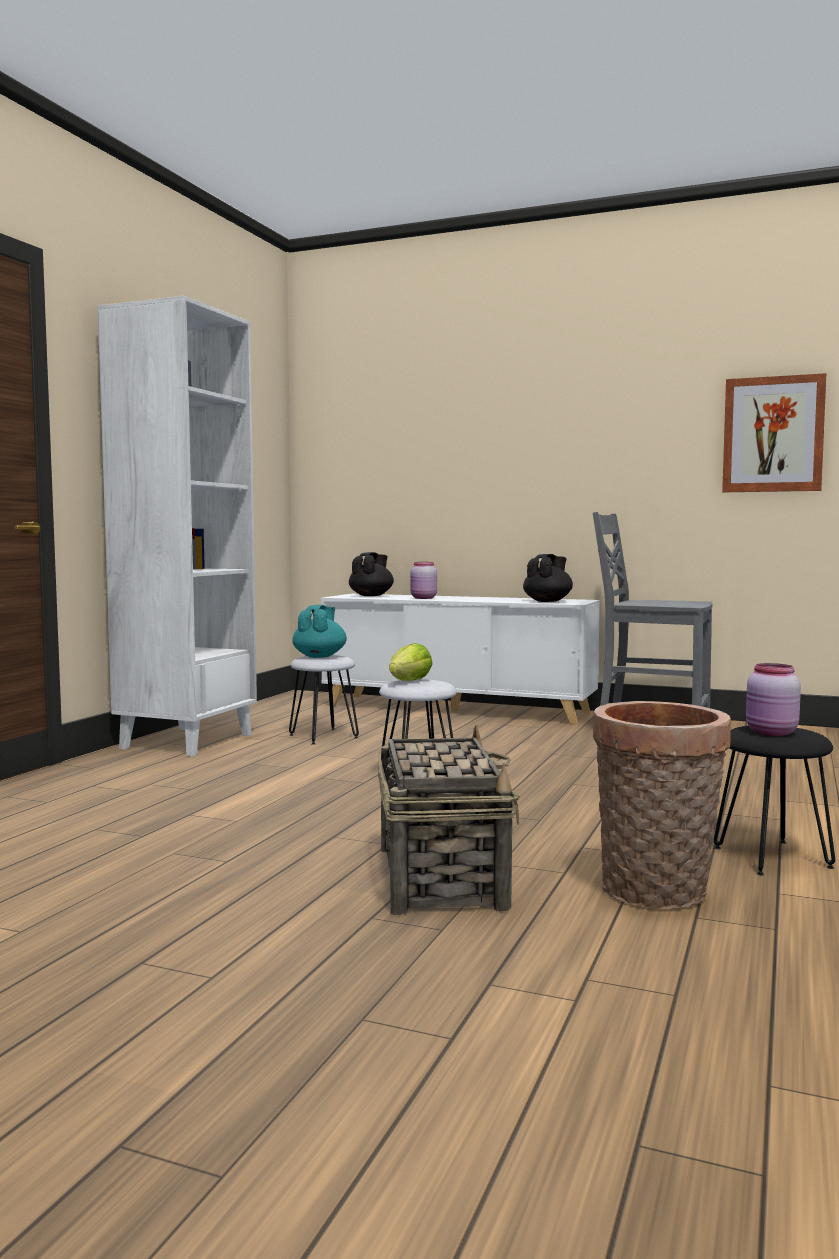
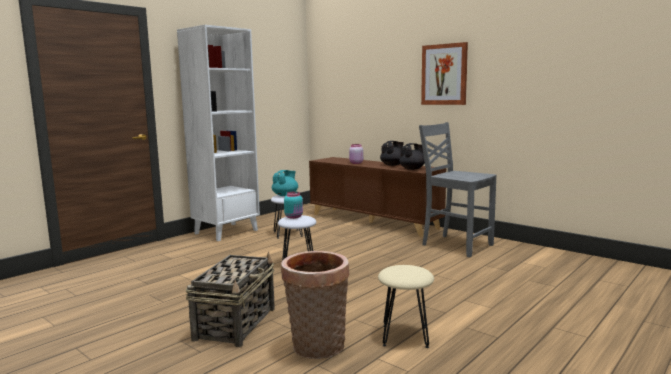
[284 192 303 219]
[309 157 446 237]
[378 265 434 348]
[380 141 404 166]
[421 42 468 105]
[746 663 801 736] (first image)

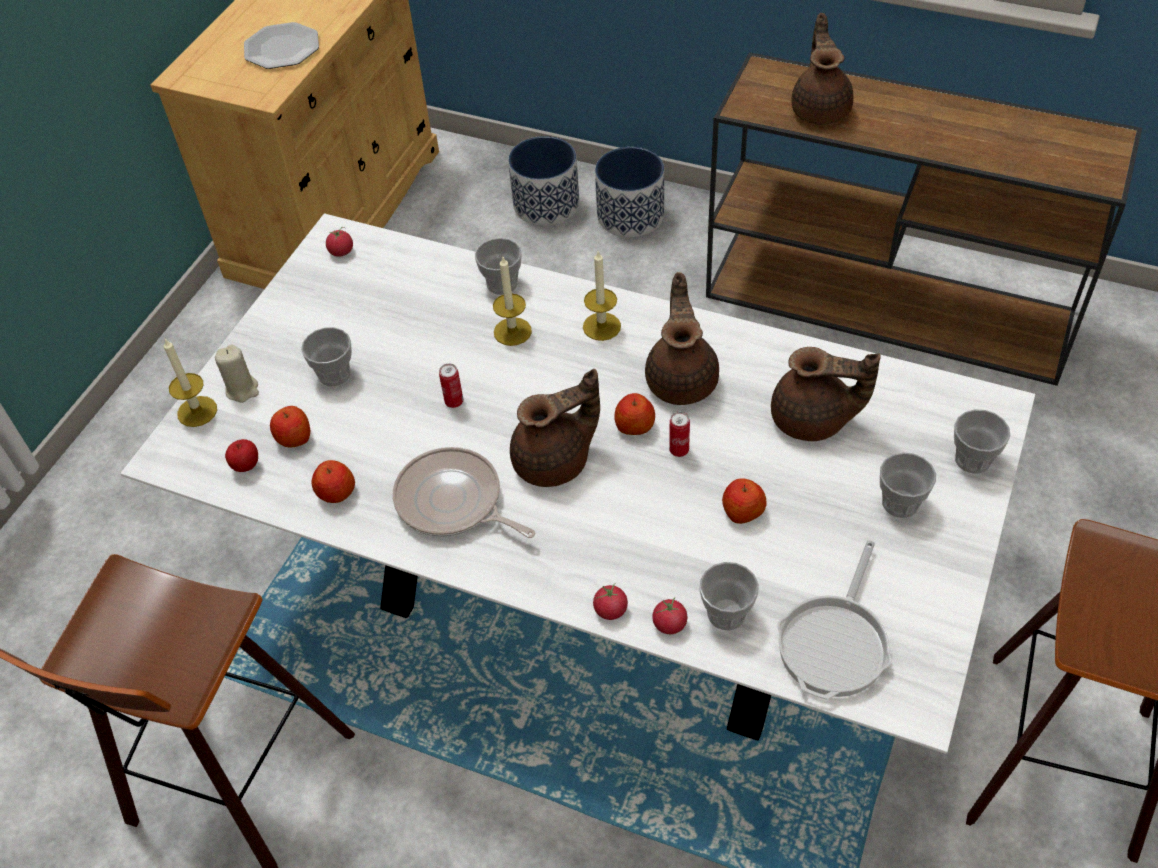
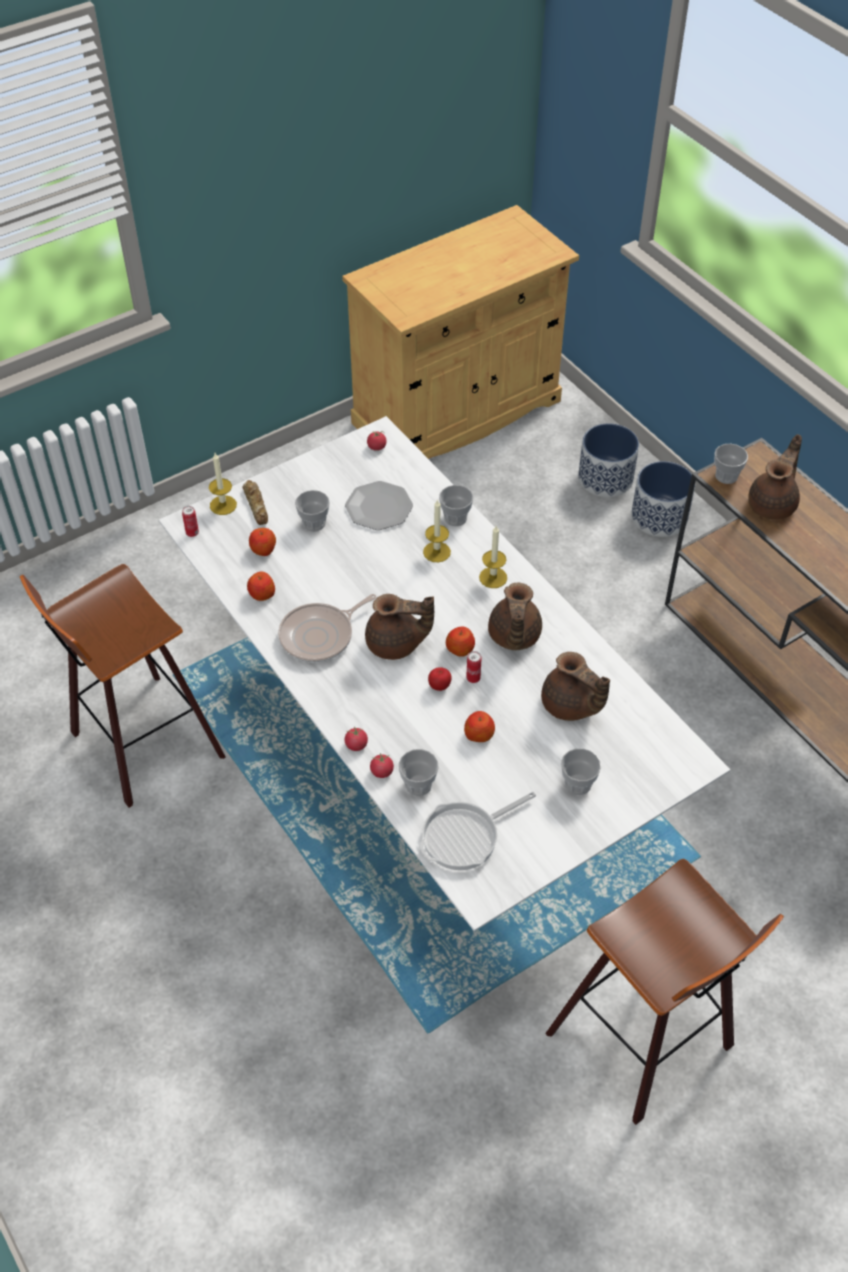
[182 506 199 537]
[243 480 268 525]
[278 594 376 662]
[345 481 413 530]
[428 667 451 691]
[488 583 542 650]
[714 444 748 484]

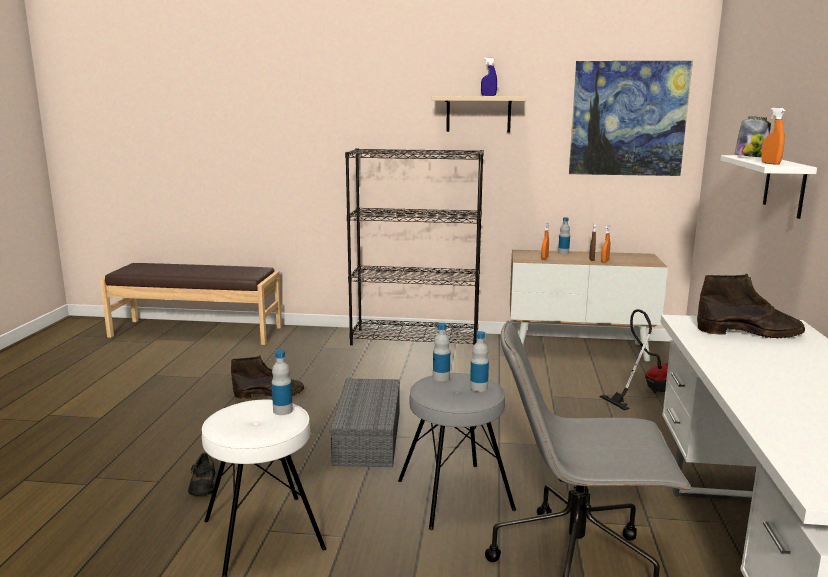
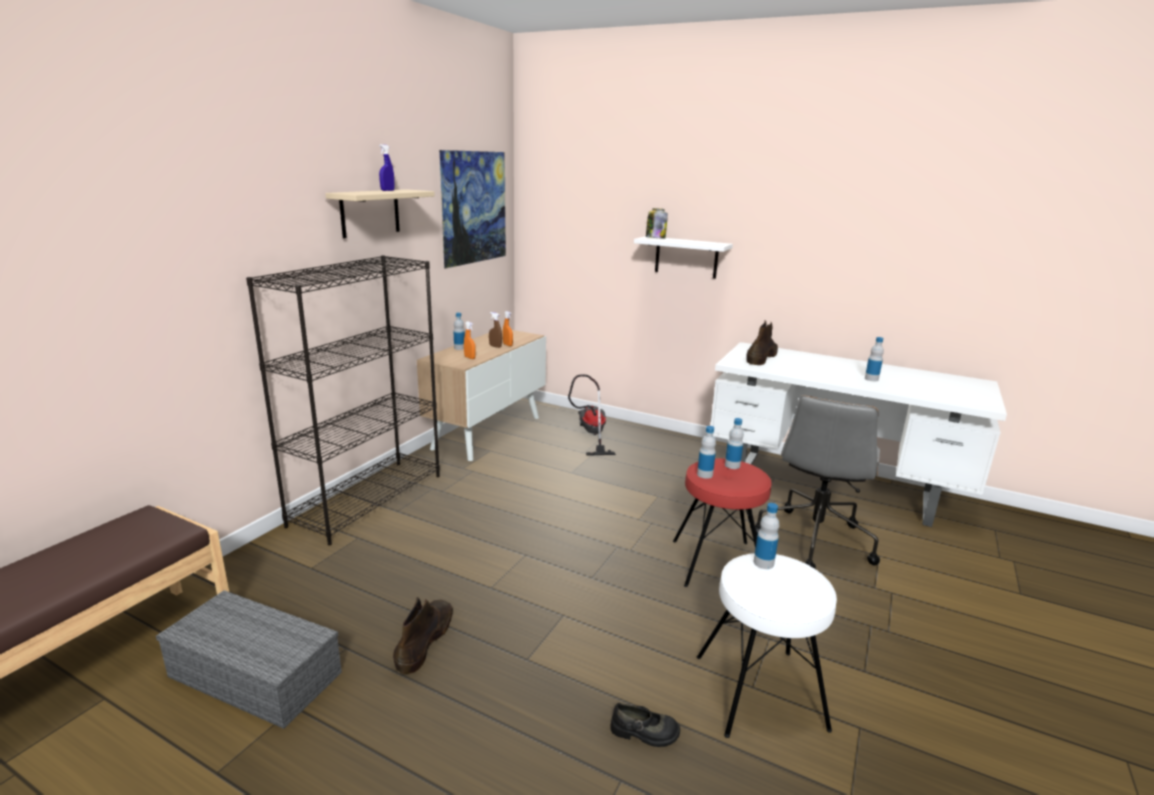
[156 590 342 729]
[673 458 772 587]
[865 337 884 381]
[762 108 785 165] (first image)

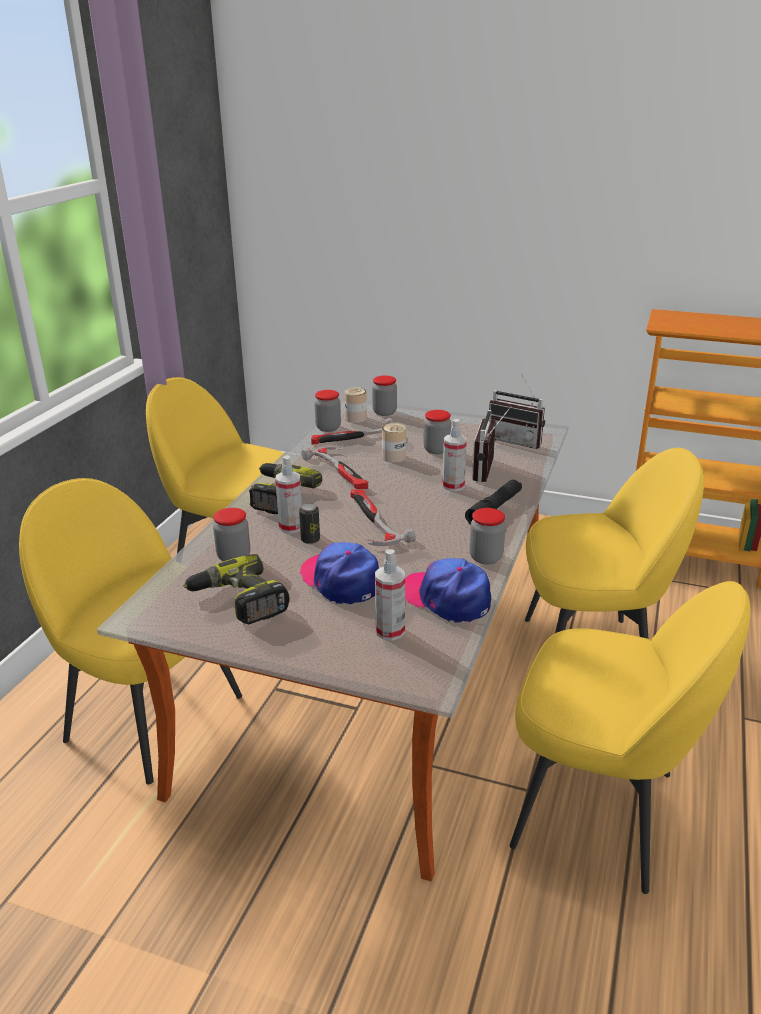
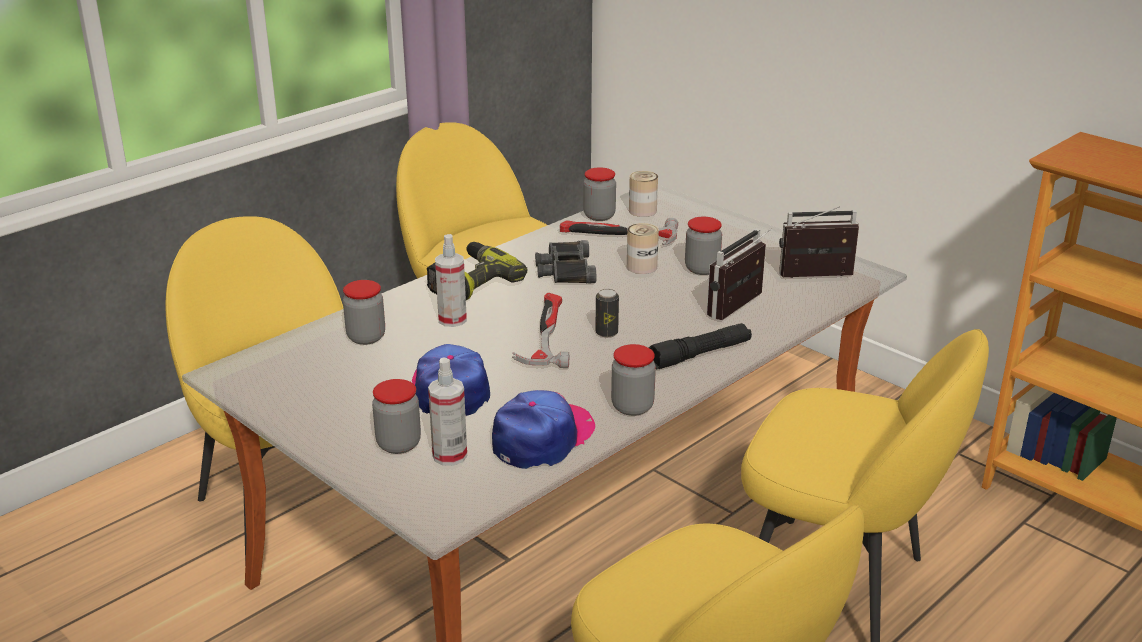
[372 379 421 454]
[492 390 595 469]
[535 240 596 283]
[595 289 619 337]
[779 206 859 278]
[183 554 290 624] (first image)
[442 419 467 491] (first image)

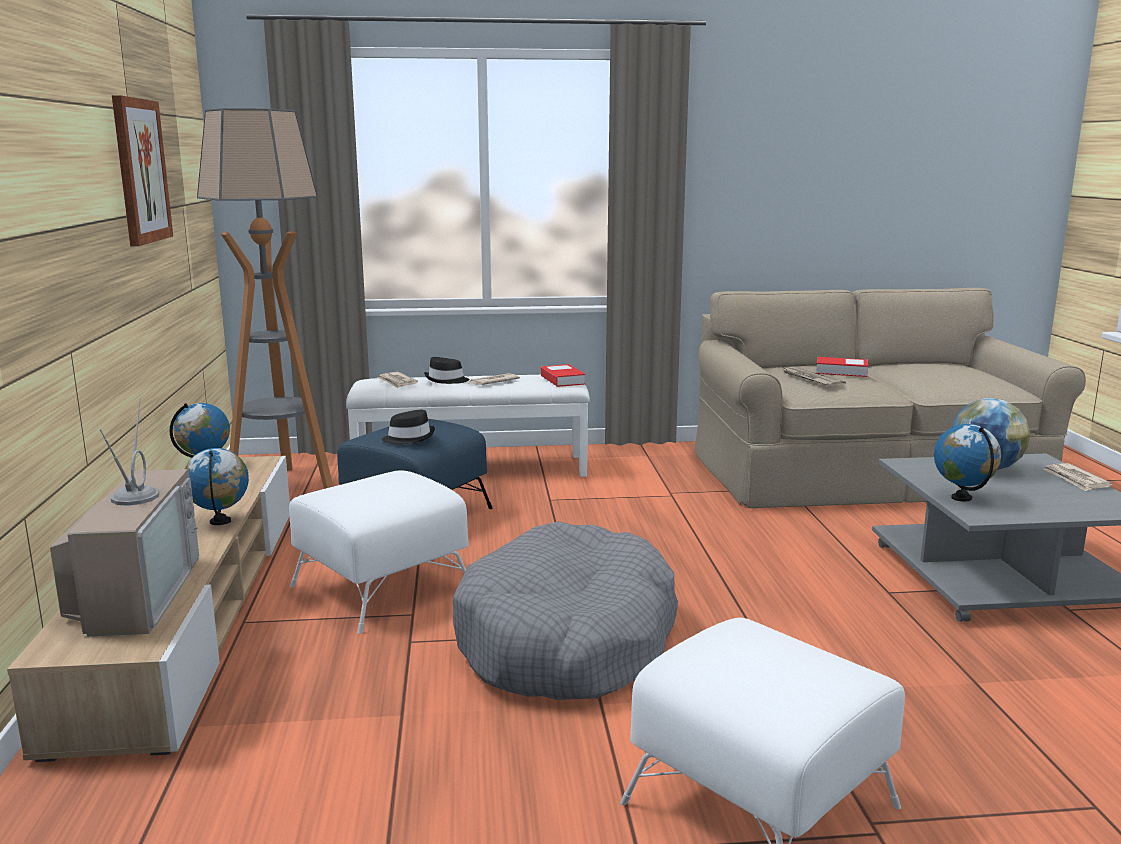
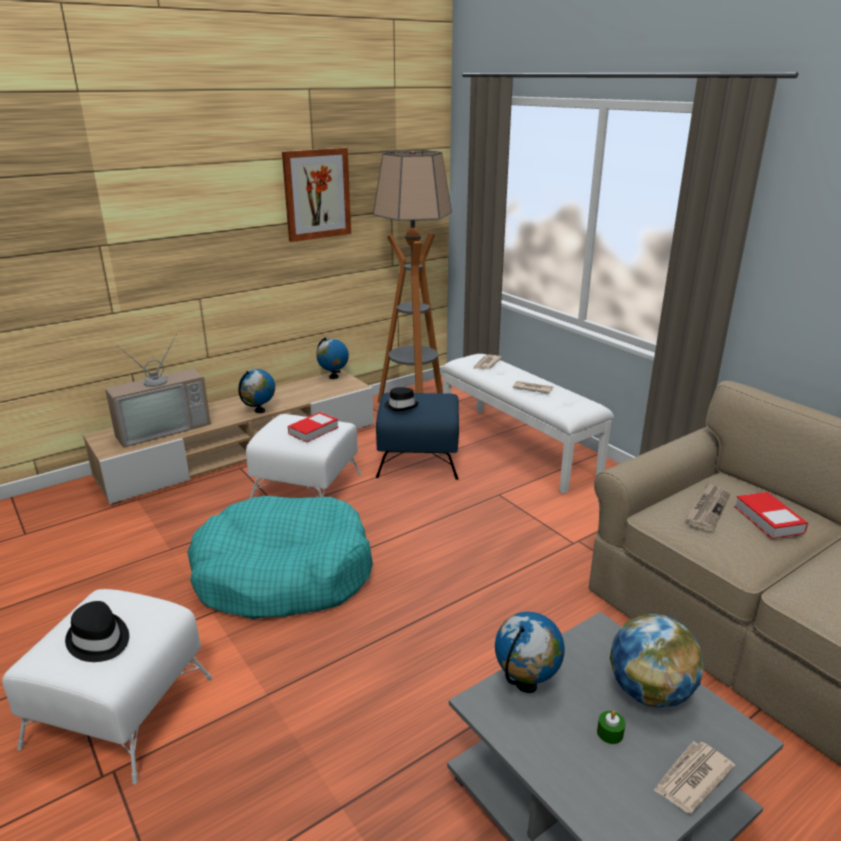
[65 601 129 662]
[187 496 373 619]
[288 412 339 442]
[597 711 626 744]

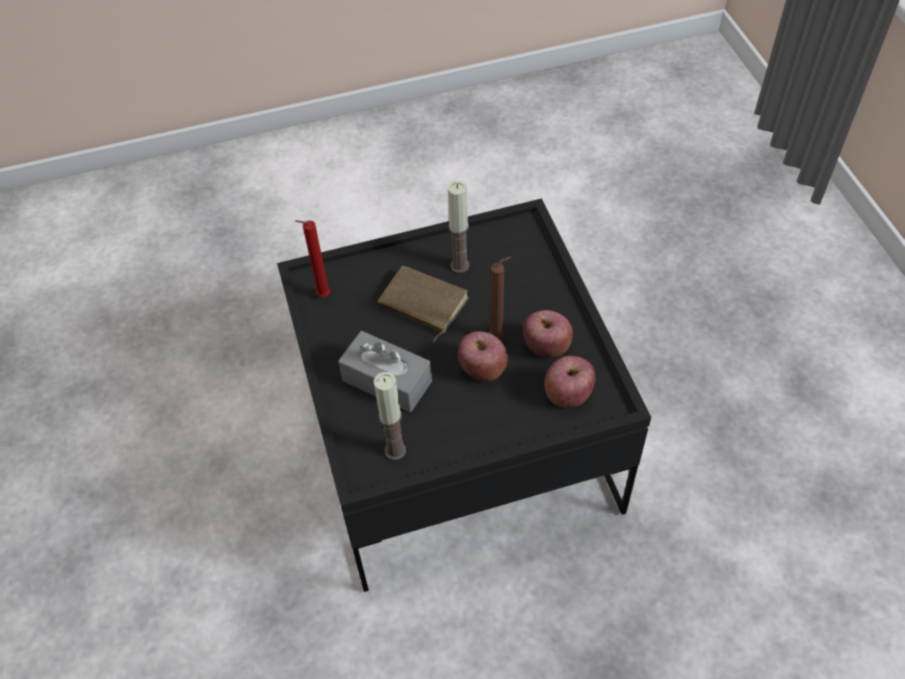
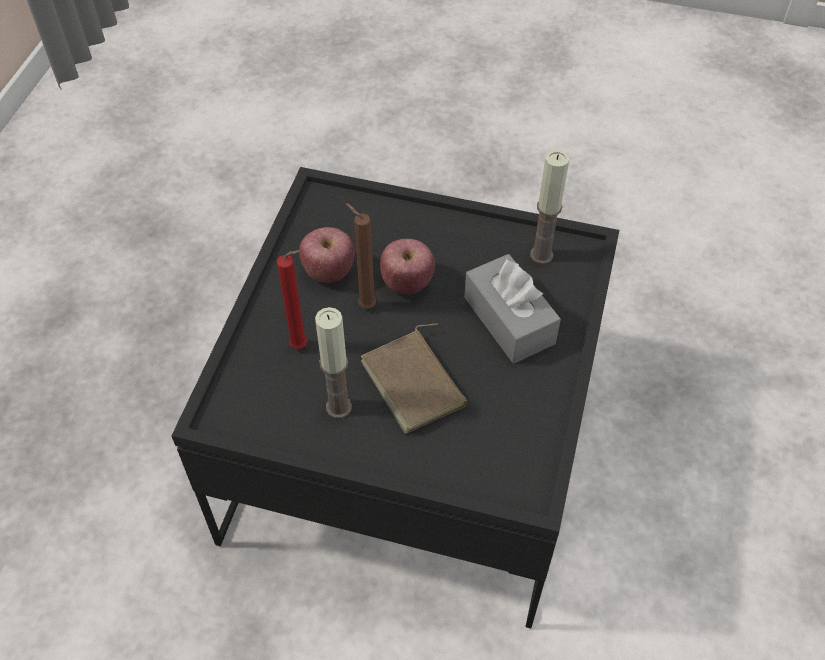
[277 250 307 349]
[545 356 596 407] (first image)

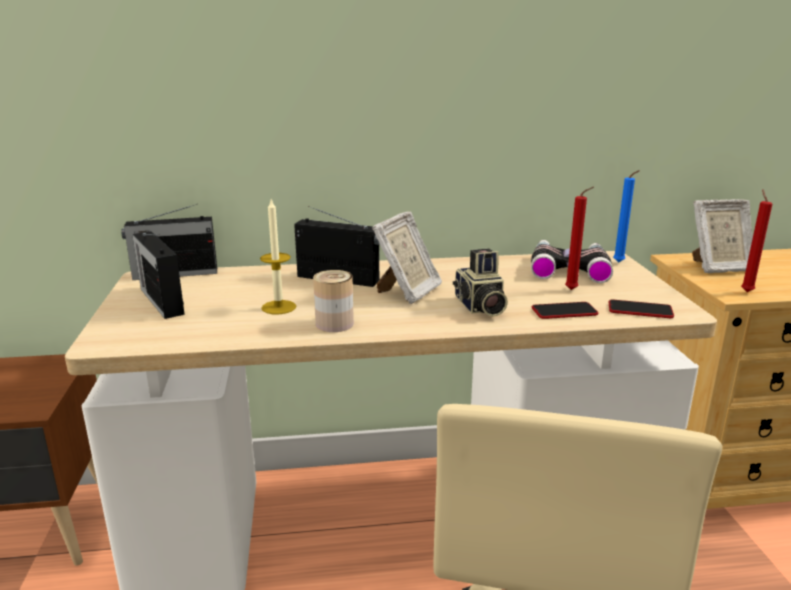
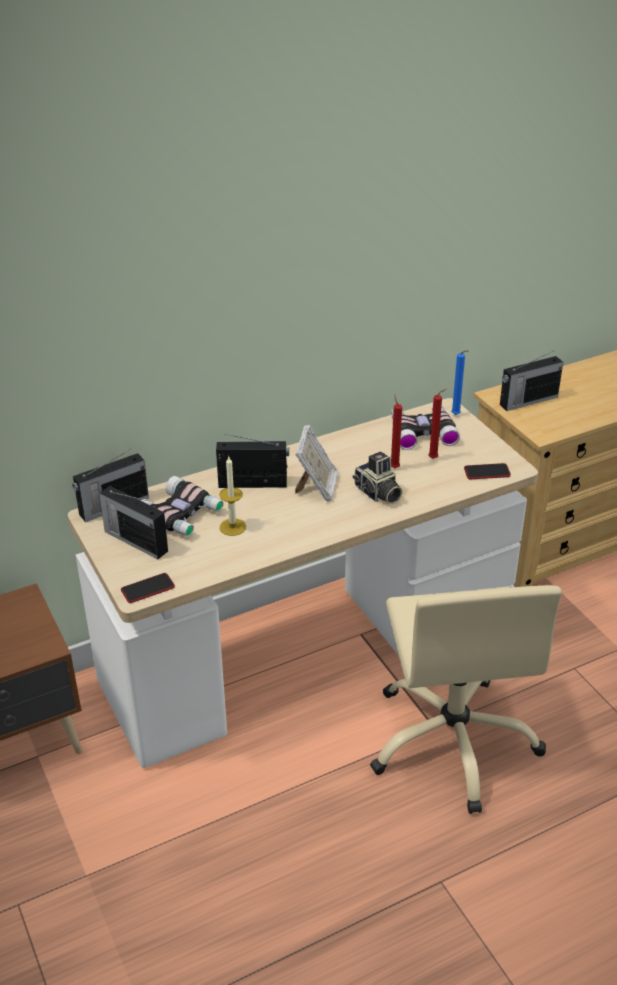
[121 573 175 603]
[140 476 223 537]
[391 395 402 468]
[500 350 563 411]
[313 270 354 332] (first image)

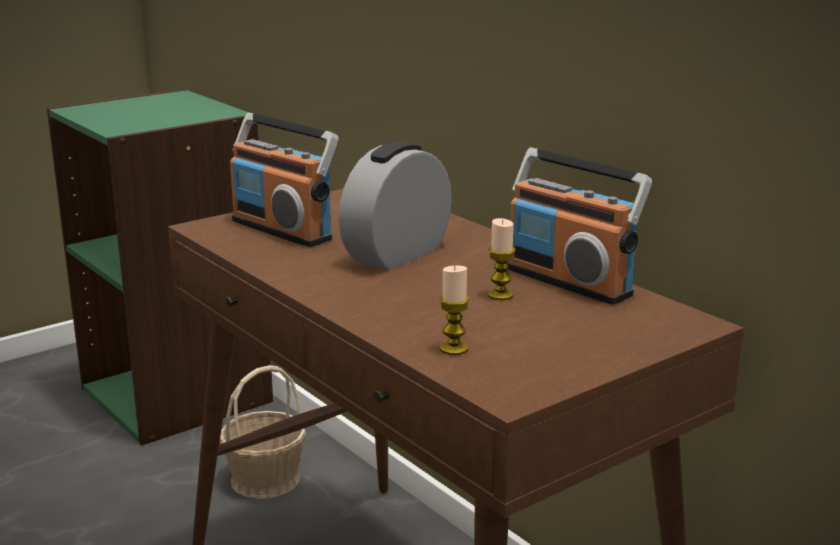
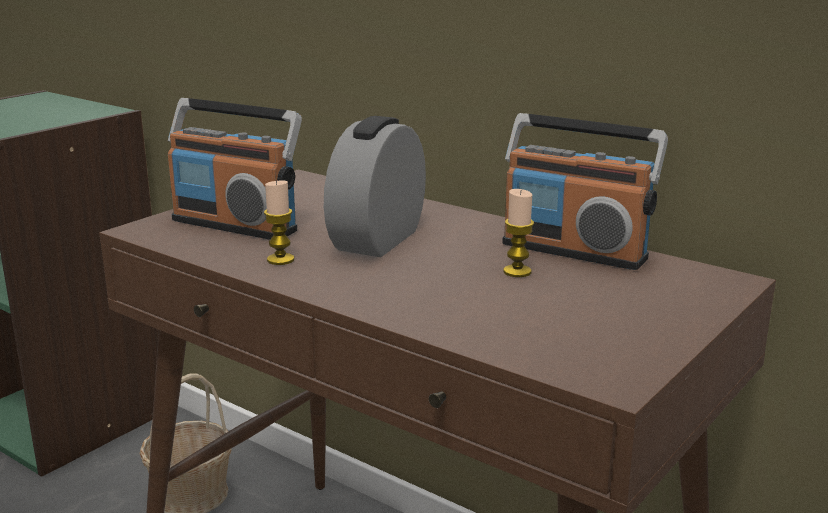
[264 180 294 265]

